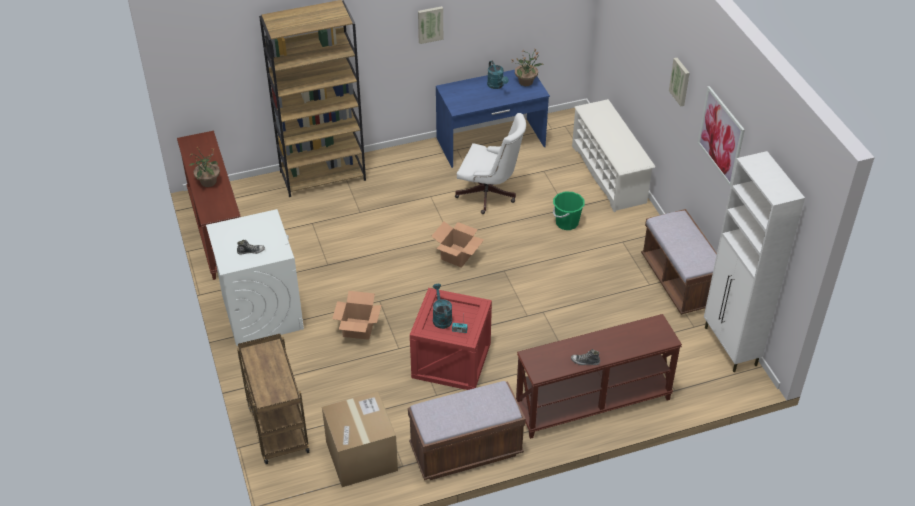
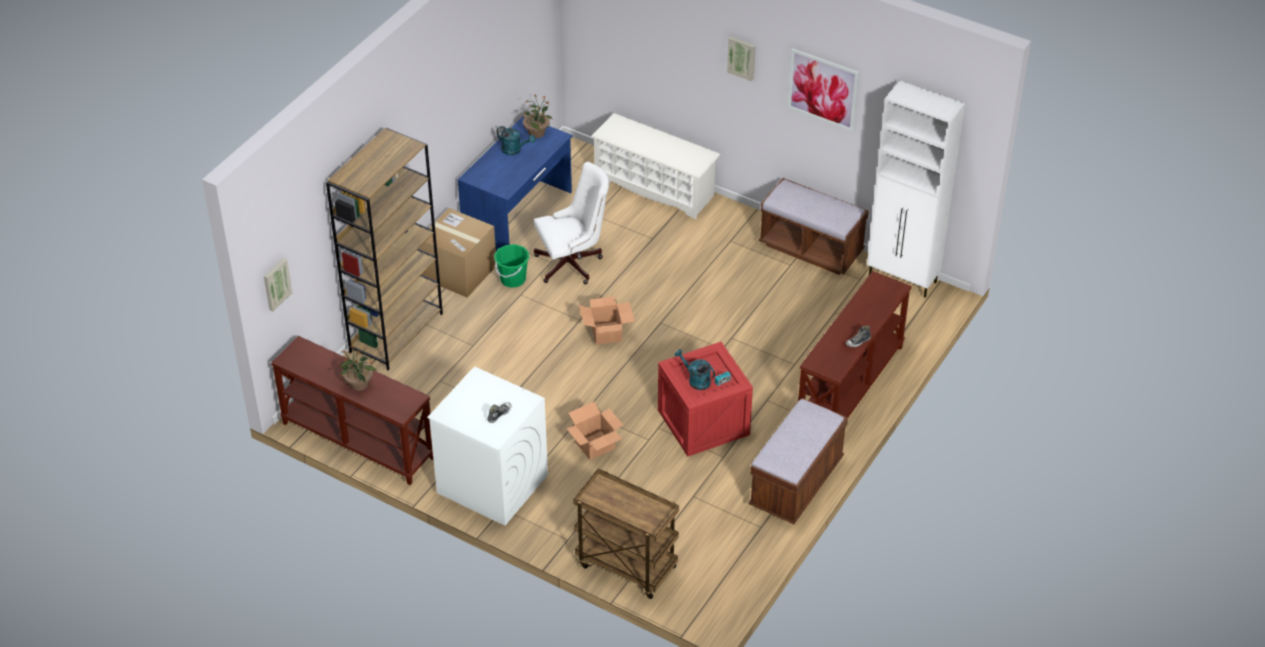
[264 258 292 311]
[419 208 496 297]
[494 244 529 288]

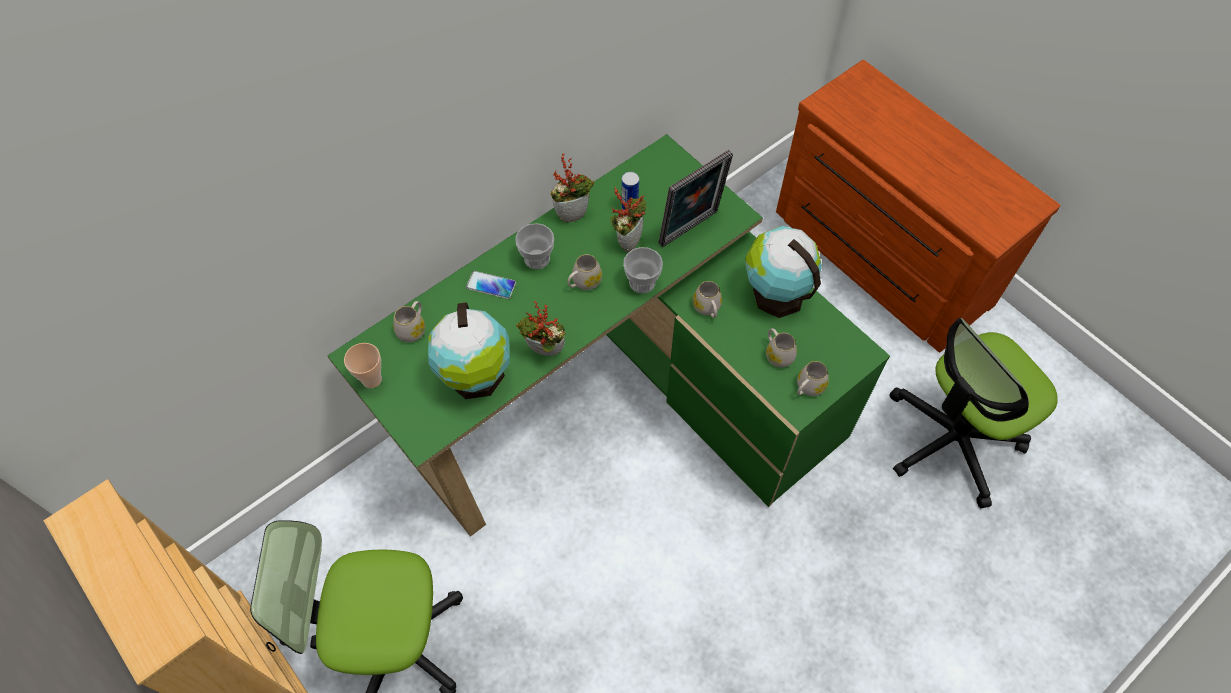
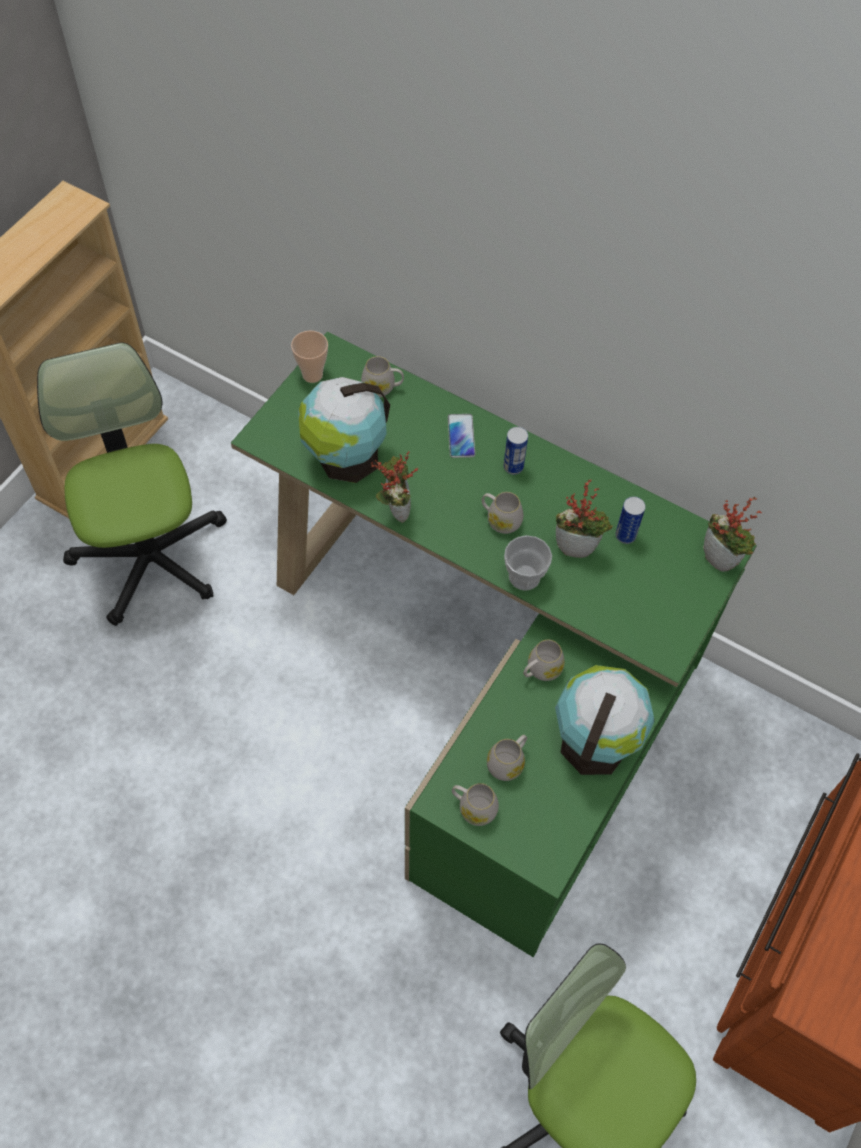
[503 427 528 475]
[703 497 762 572]
[658 150 733 248] (first image)

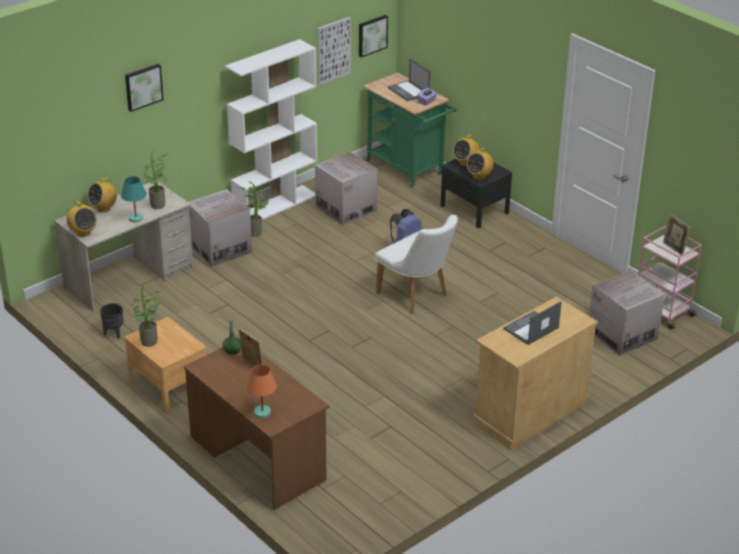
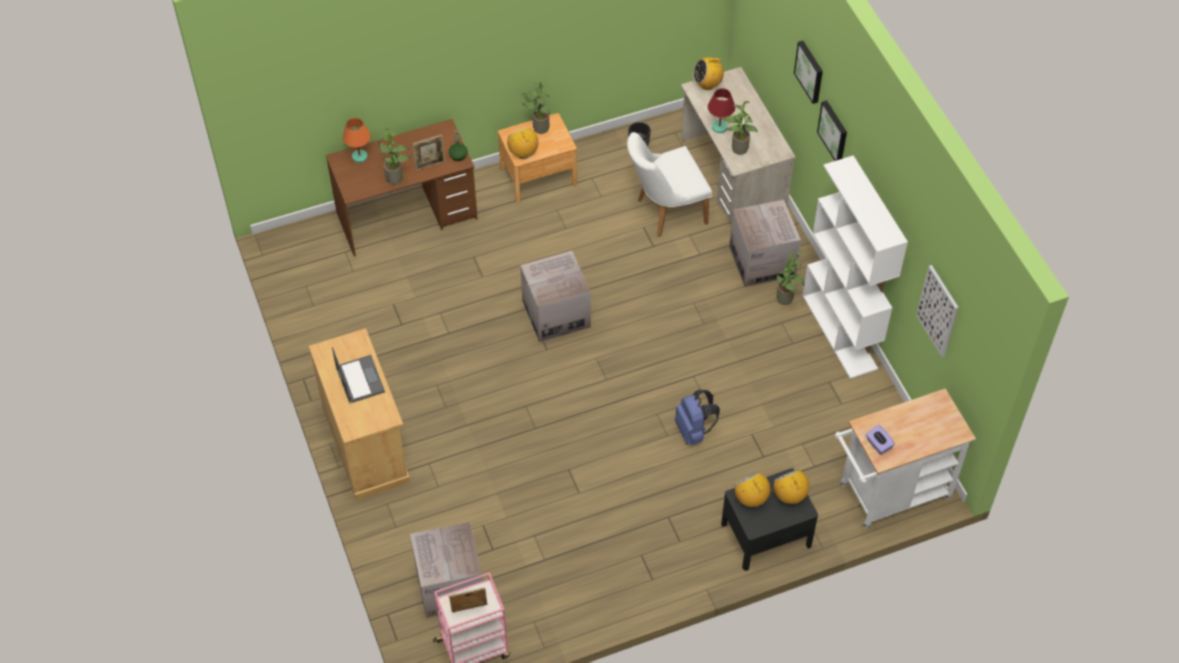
[379 123 412 185]
[507 127 538 159]
[520 251 590 342]
[627 132 712 237]
[708 88 735 133]
[817 100 847 161]
[835 388 976 528]
[388 59 430 101] (first image)

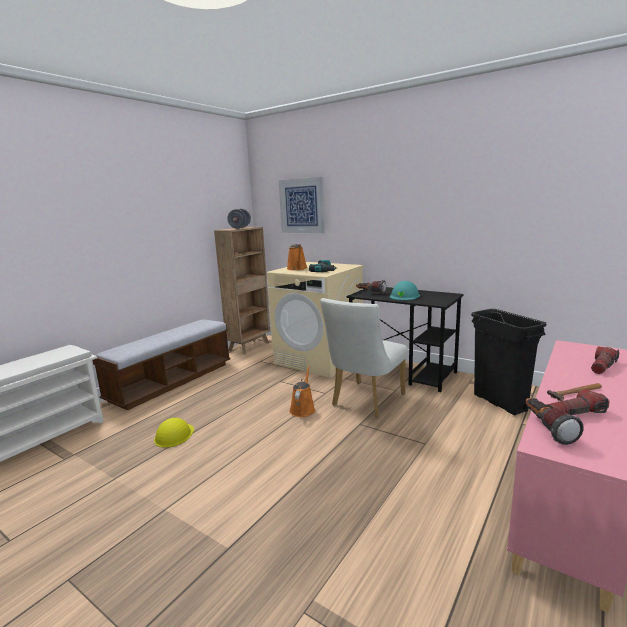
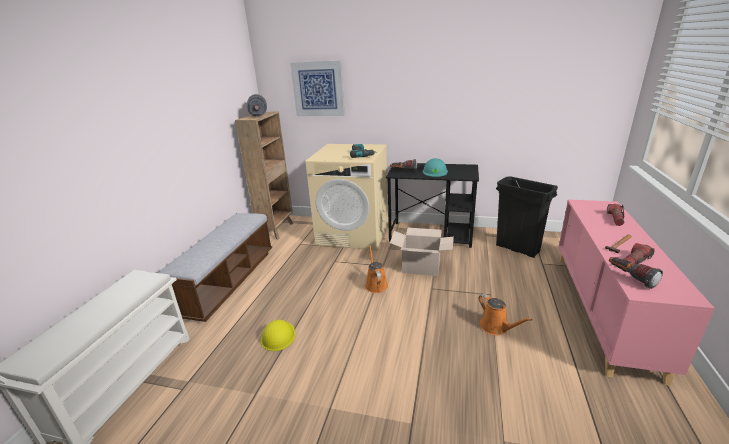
[390 228 454 276]
[478 294 532 335]

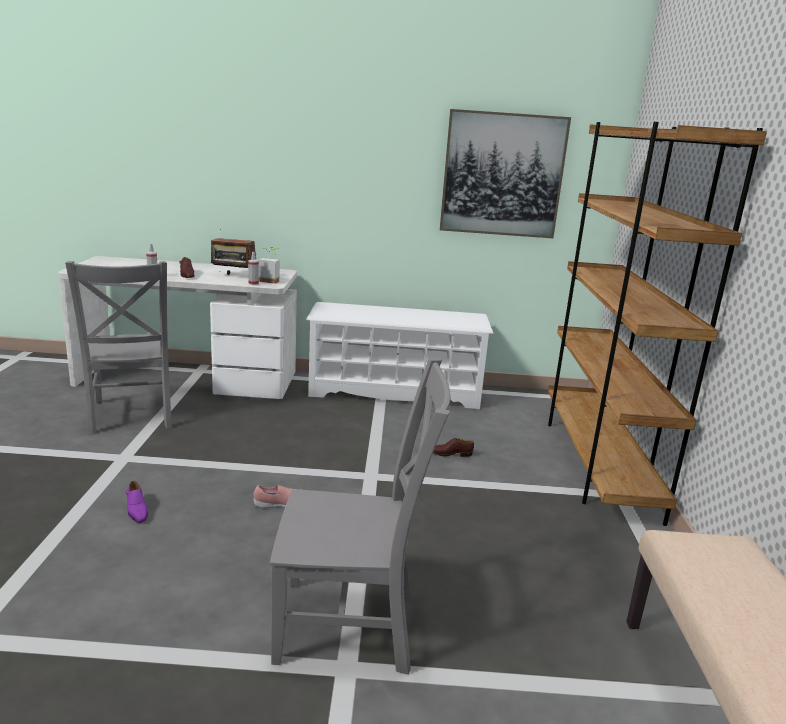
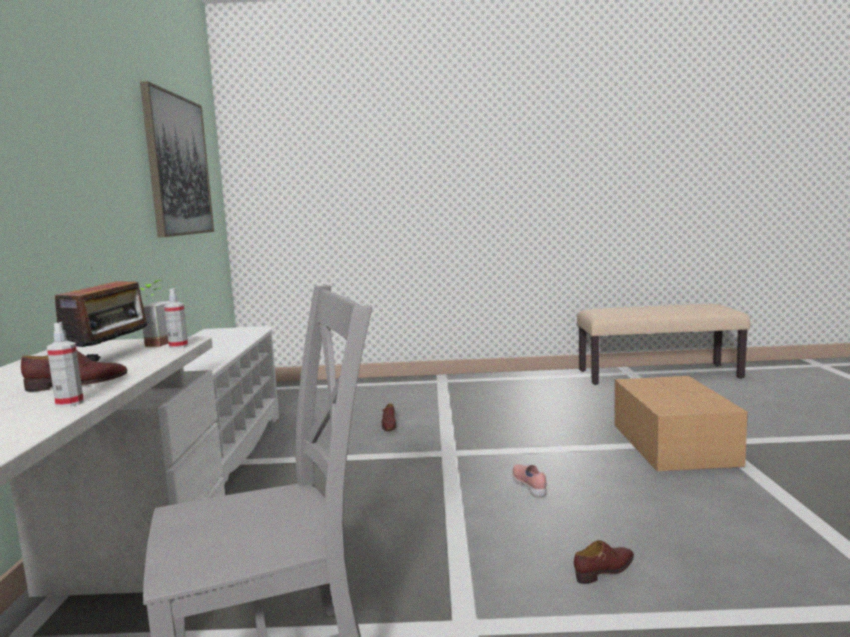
[574 540 634 584]
[614 376 748 471]
[548 122 767 526] (first image)

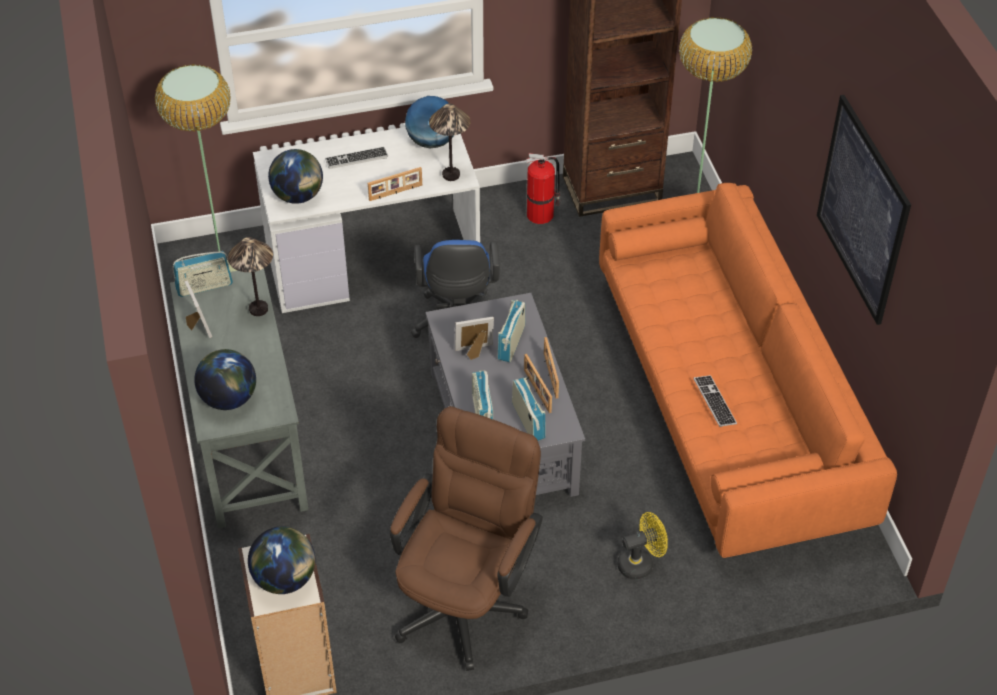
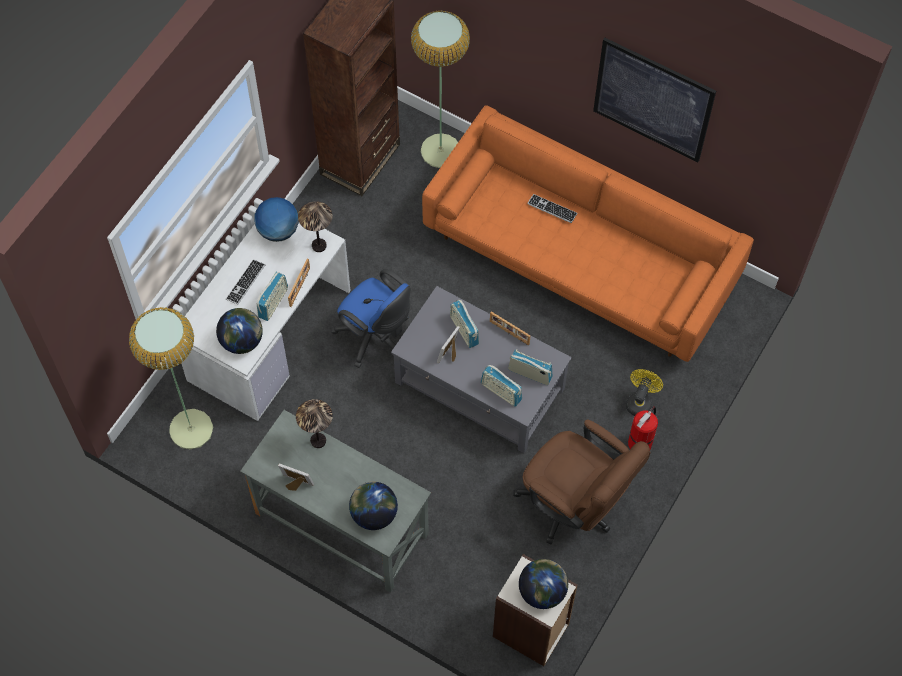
[257 272 288 321]
[513 420 651 545]
[527 194 577 223]
[628 406 658 450]
[524 354 552 413] (first image)

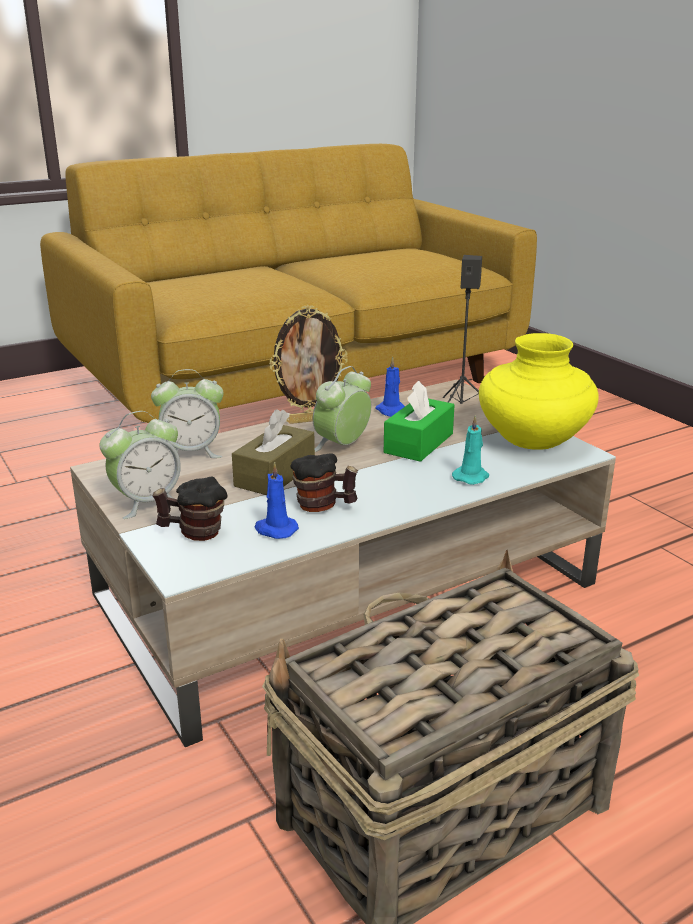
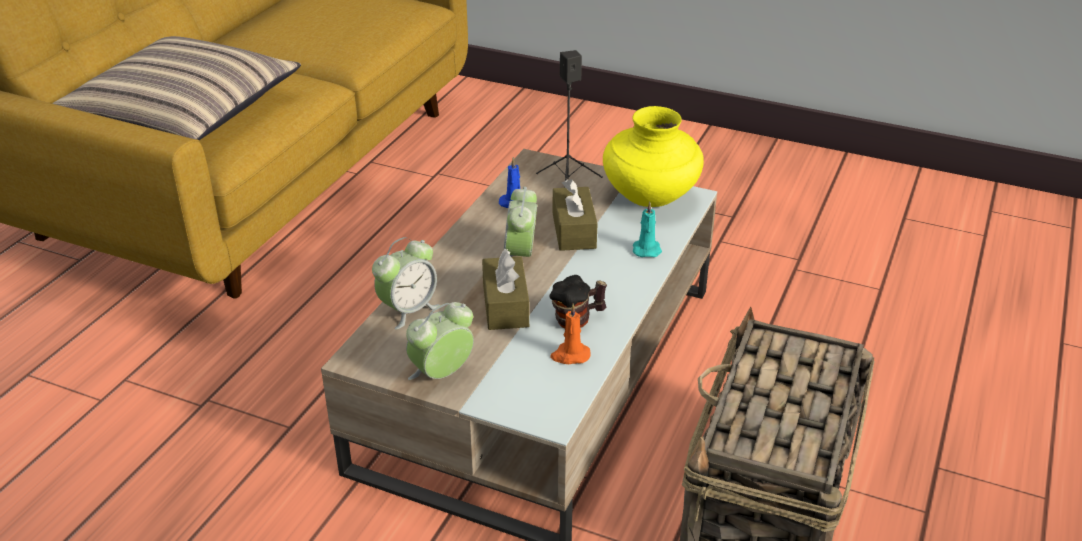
[52 36 301 140]
[406 302 474 380]
[550 304 591 364]
[553 179 598 251]
[153 476 228 541] (first image)
[269 305 348 424] (first image)

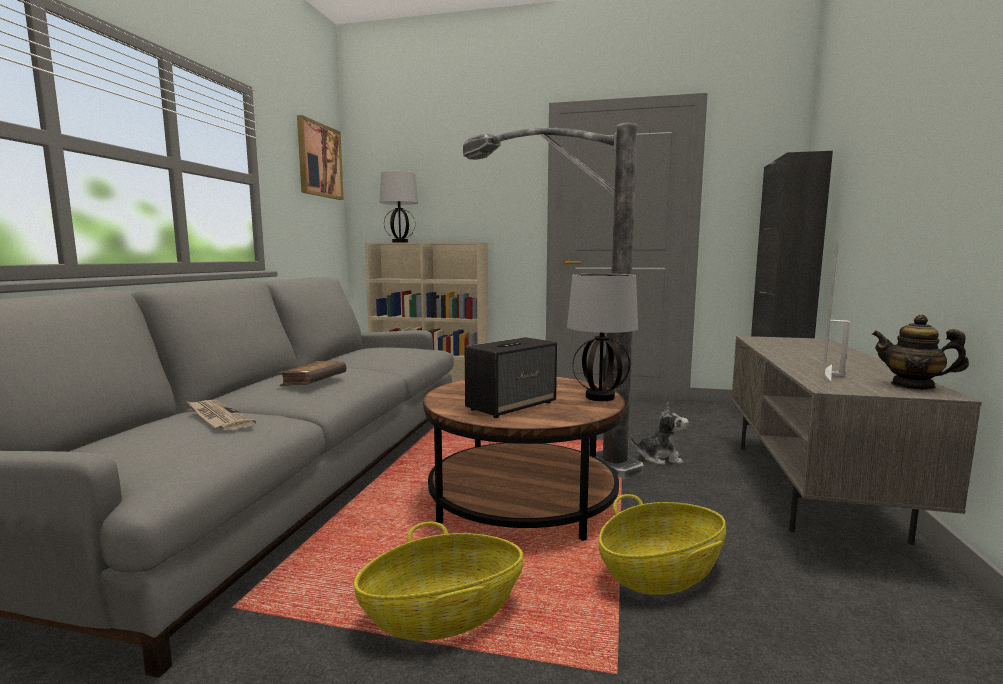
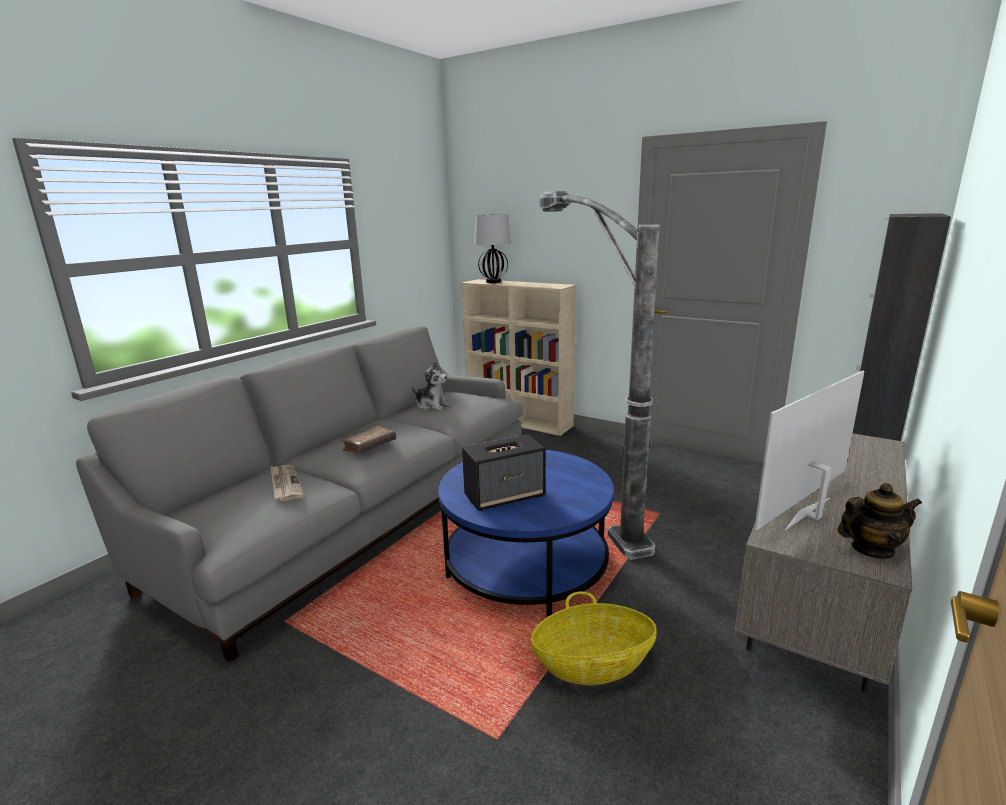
[412 362 451 410]
[438 450 614 617]
[838 483 922 559]
[297 115 344 200] (first image)
[354 522 523 641] (first image)
[567 274 638 401] (first image)

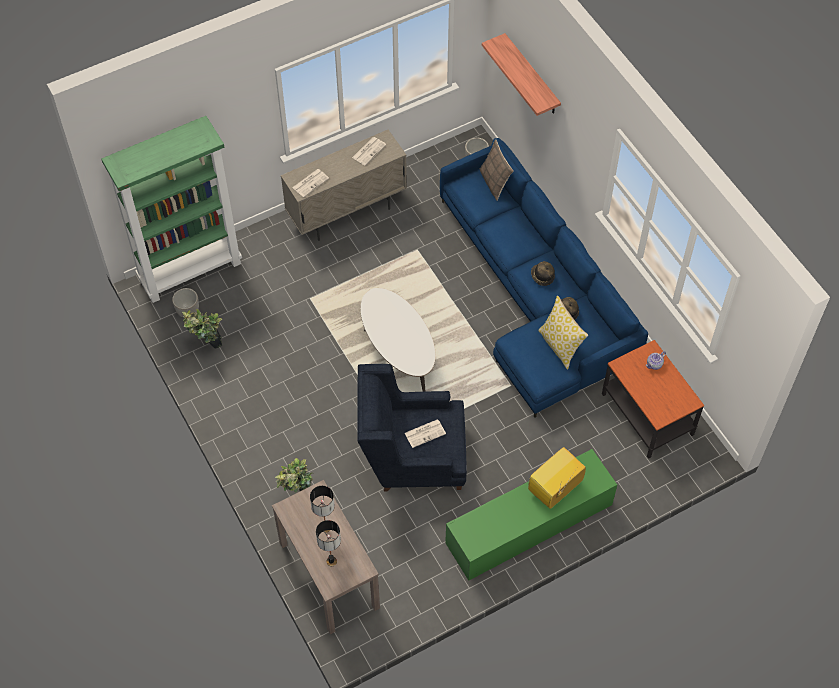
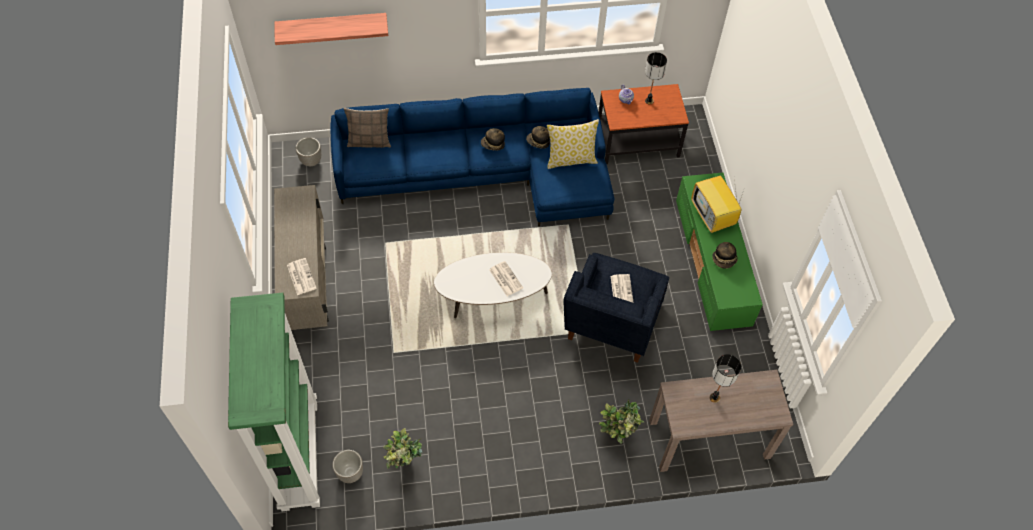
[489 261 523 296]
[645 52 667 104]
[712 242 738 269]

